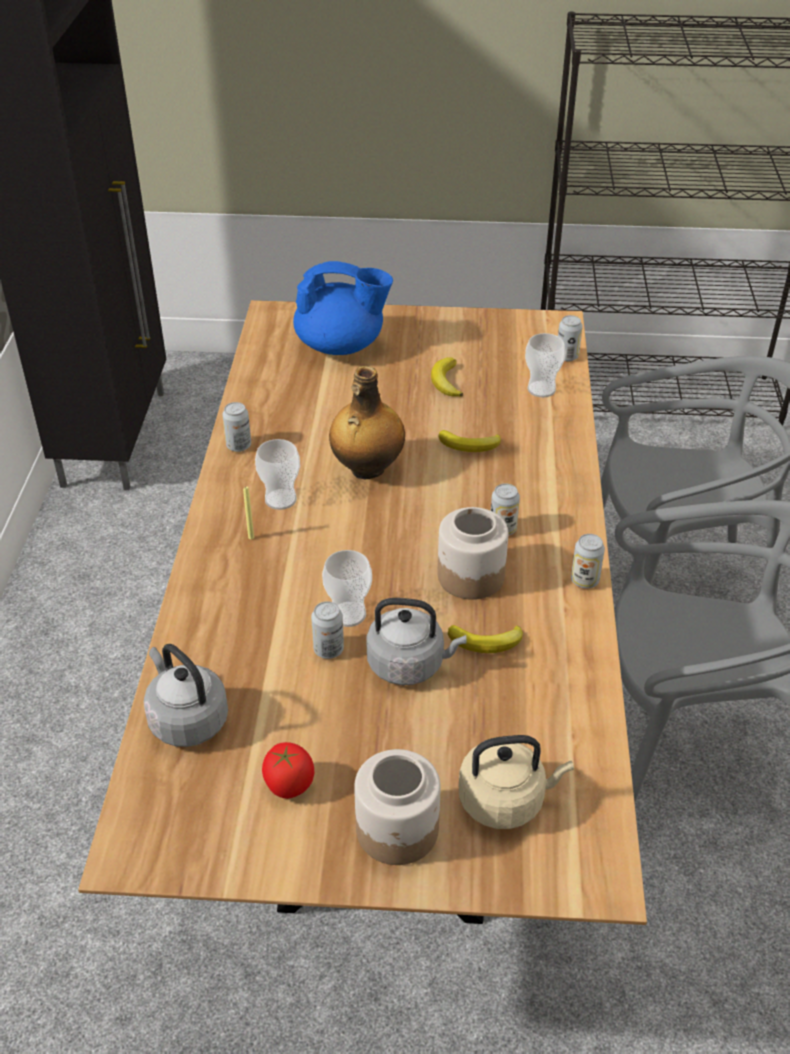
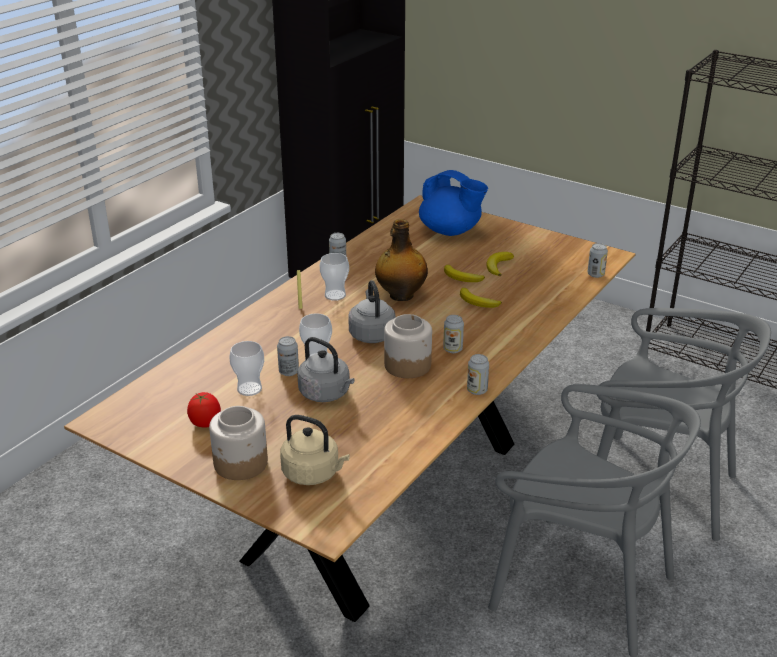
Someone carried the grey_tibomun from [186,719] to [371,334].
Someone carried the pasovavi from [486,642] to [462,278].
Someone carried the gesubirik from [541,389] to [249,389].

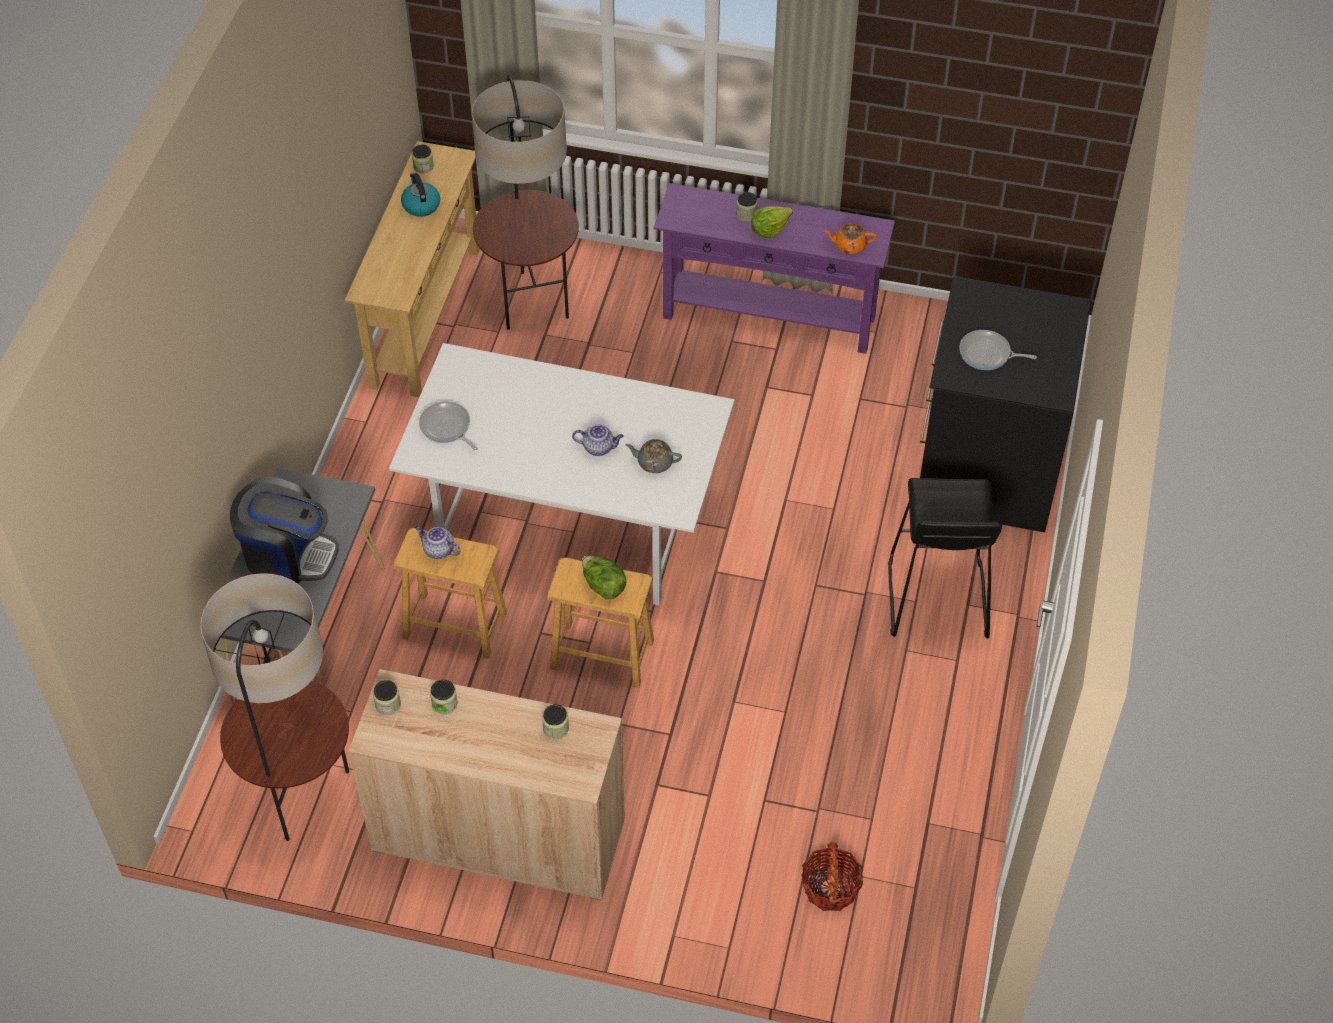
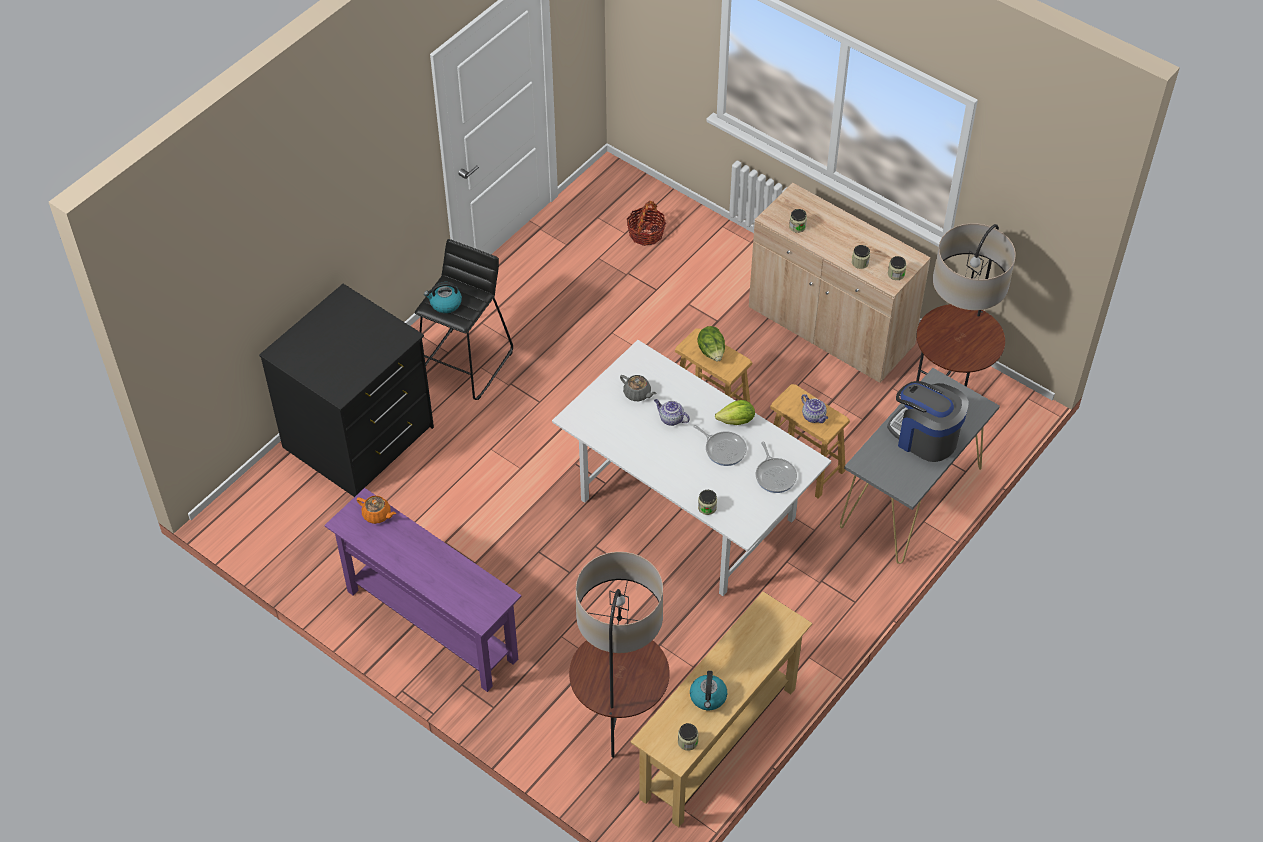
Someone put down the tibomun at [445,304].
Someone carried the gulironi from [746,214] to [707,507].
Someone carried the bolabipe from [769,230] to [736,421].
Someone carried the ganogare from [987,354] to [723,449].

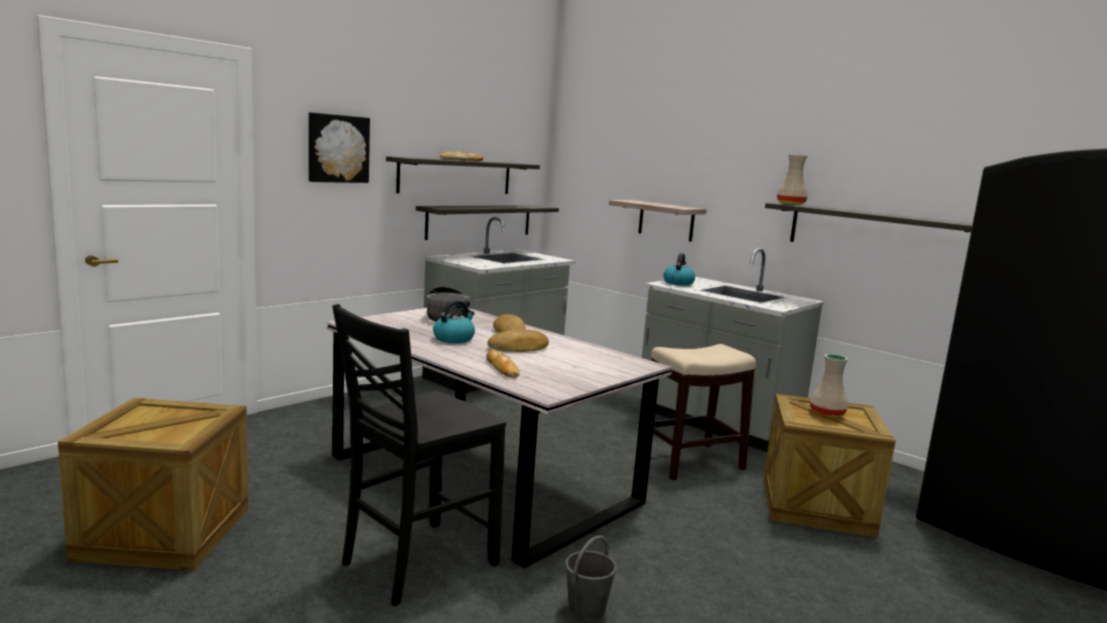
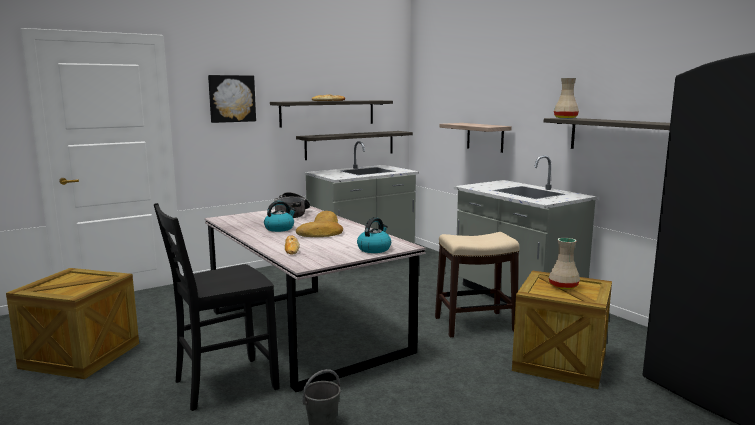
Someone carried the tibomun from [678,283] to [374,249].

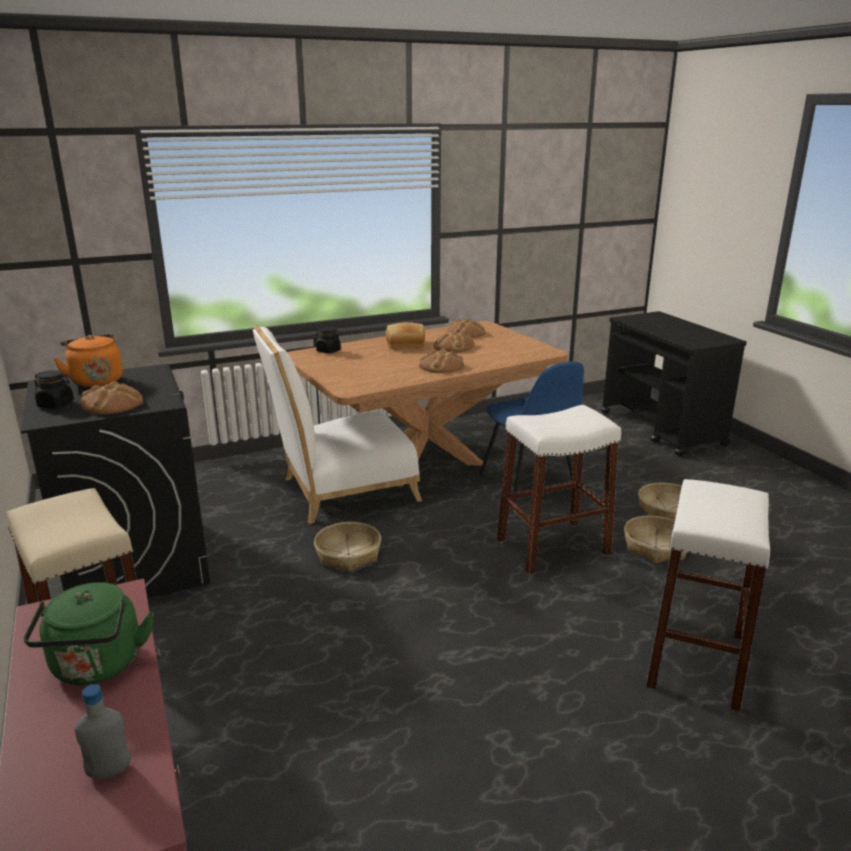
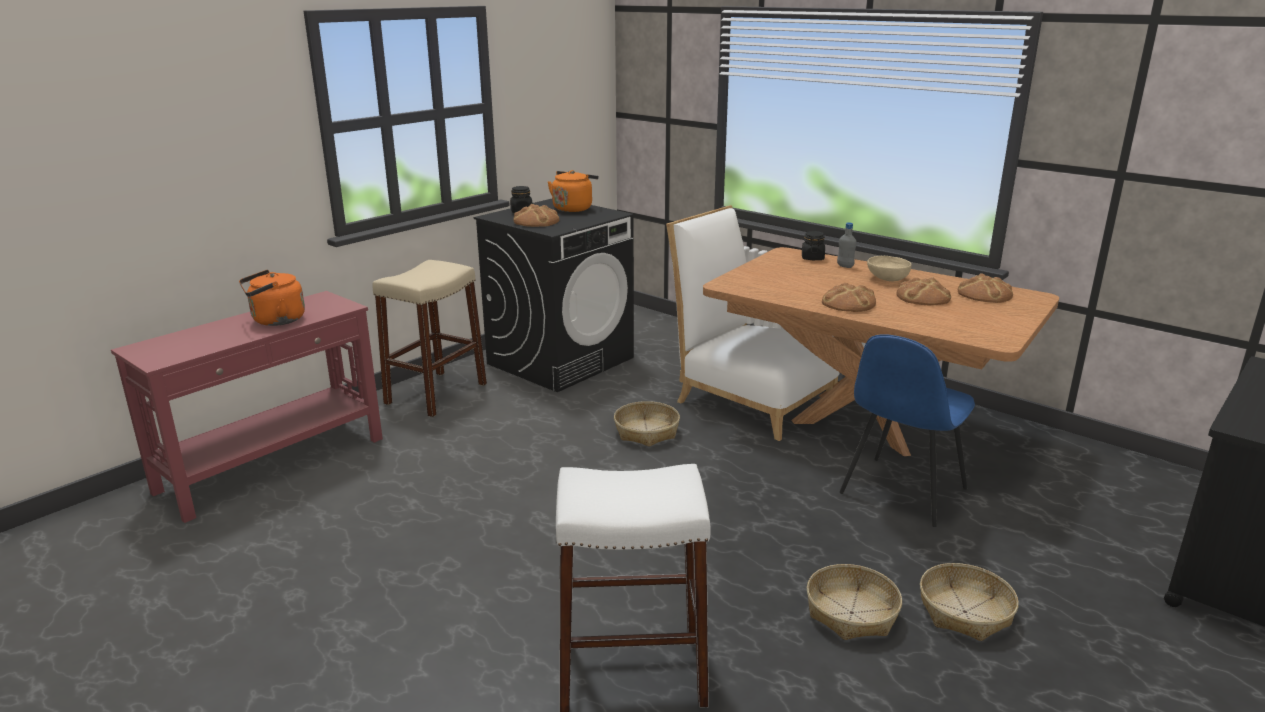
Someone took away the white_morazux at [552,547].
Someone carried the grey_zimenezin from [109,771] to [845,266].
Someone swapped the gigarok at [405,345] for the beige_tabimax at [887,279].
Someone repainted the green_tibomun at [97,667], which became the orange_tibomun at [275,321].

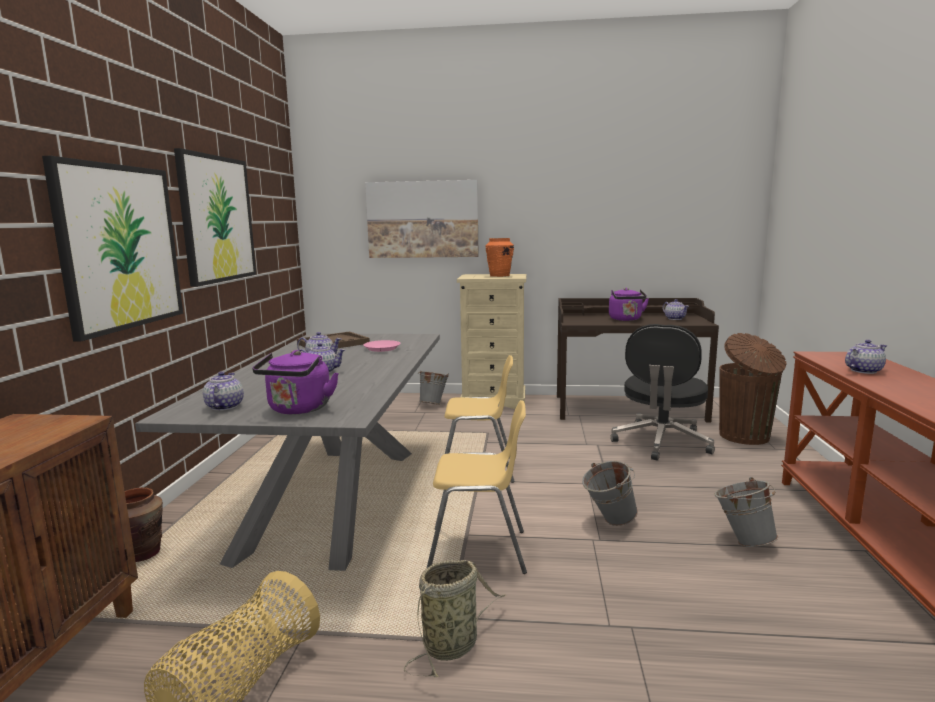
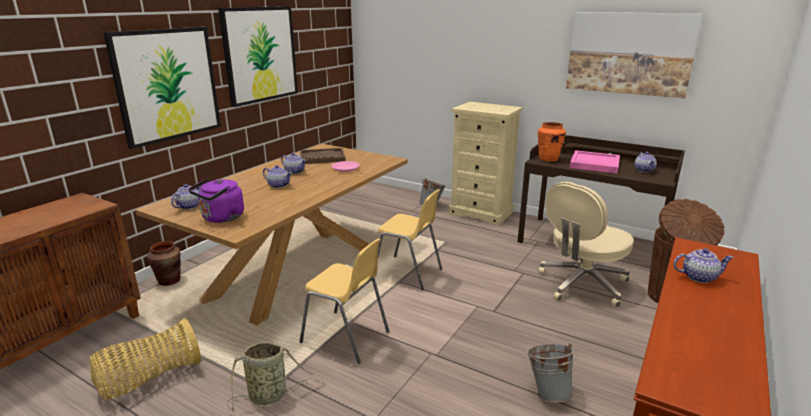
Someone took away the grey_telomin at [608,522].
Someone carried the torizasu from [422,219] to [629,53].
Someone carried the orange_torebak from [499,276] to [548,159].
Someone swapped the purple_tibomun at [626,319] for the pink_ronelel at [594,164].
Someone repainted the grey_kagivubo at [336,498], which became the brown_kagivubo at [297,271].
Someone repainted the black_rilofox at [661,442], which became the beige_rilofox at [582,284].

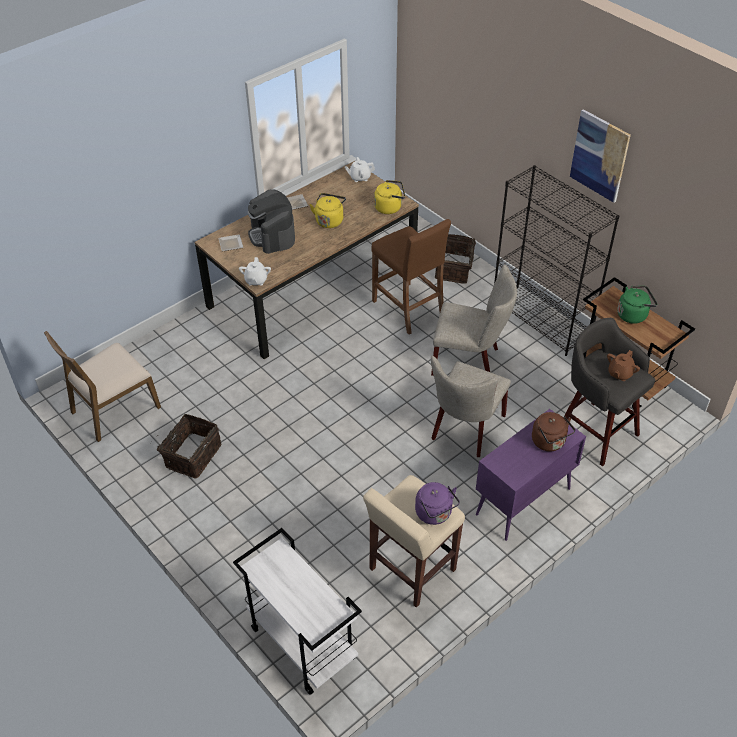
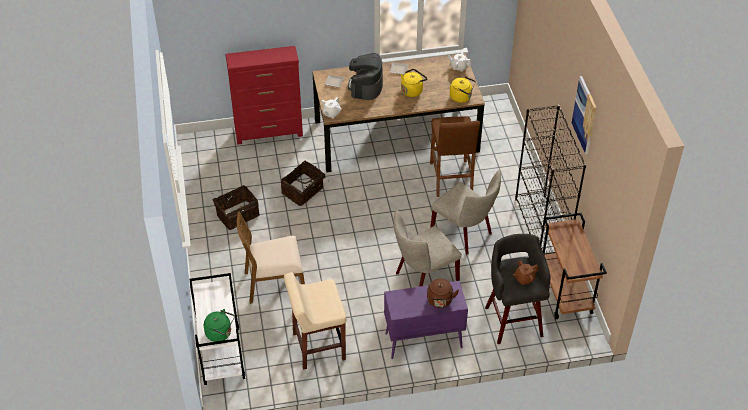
Someone took away the purple_tibomun at [435,514].
Someone put down the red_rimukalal at [269,133].
Someone carried the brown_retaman from [114,409] to [274,283].
Someone carried the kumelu from [454,269] to [303,191].
Someone carried the green_tibomun from [633,314] to [220,333].

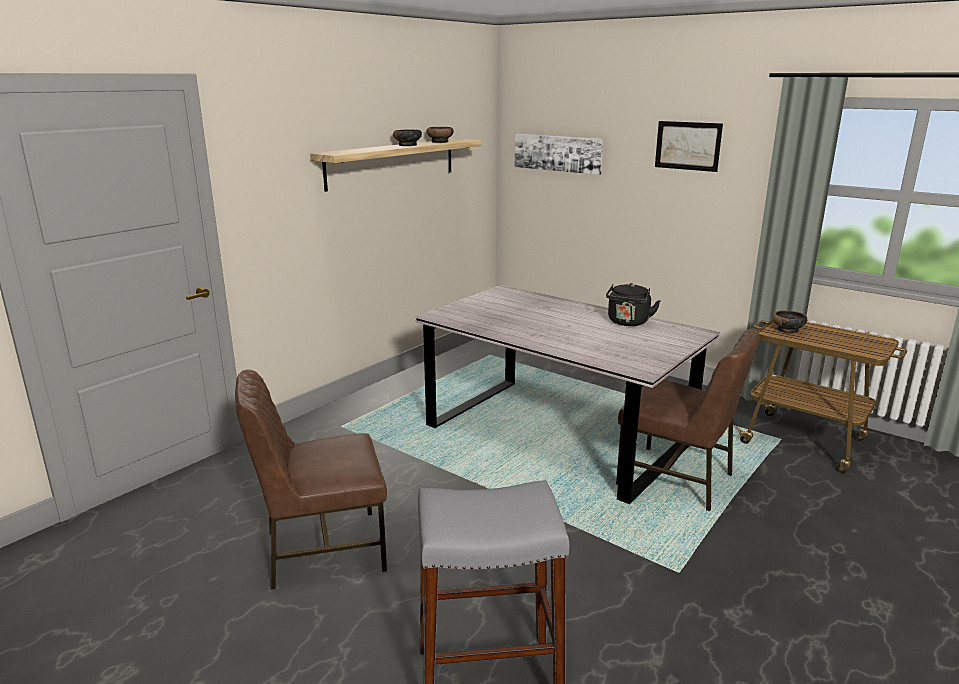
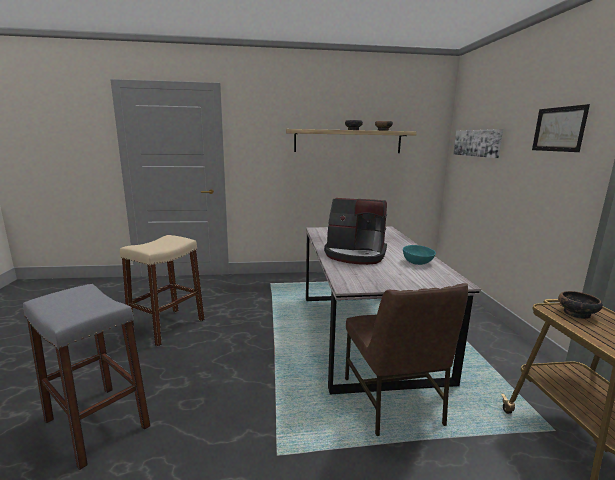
Someone put down the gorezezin at [355,254].
Someone swapped the brown_retaman at [322,549] for the beige_morazux at [168,326].
Someone swapped the black_tibomun at [628,323] for the turquoise_tabimax at [417,262].

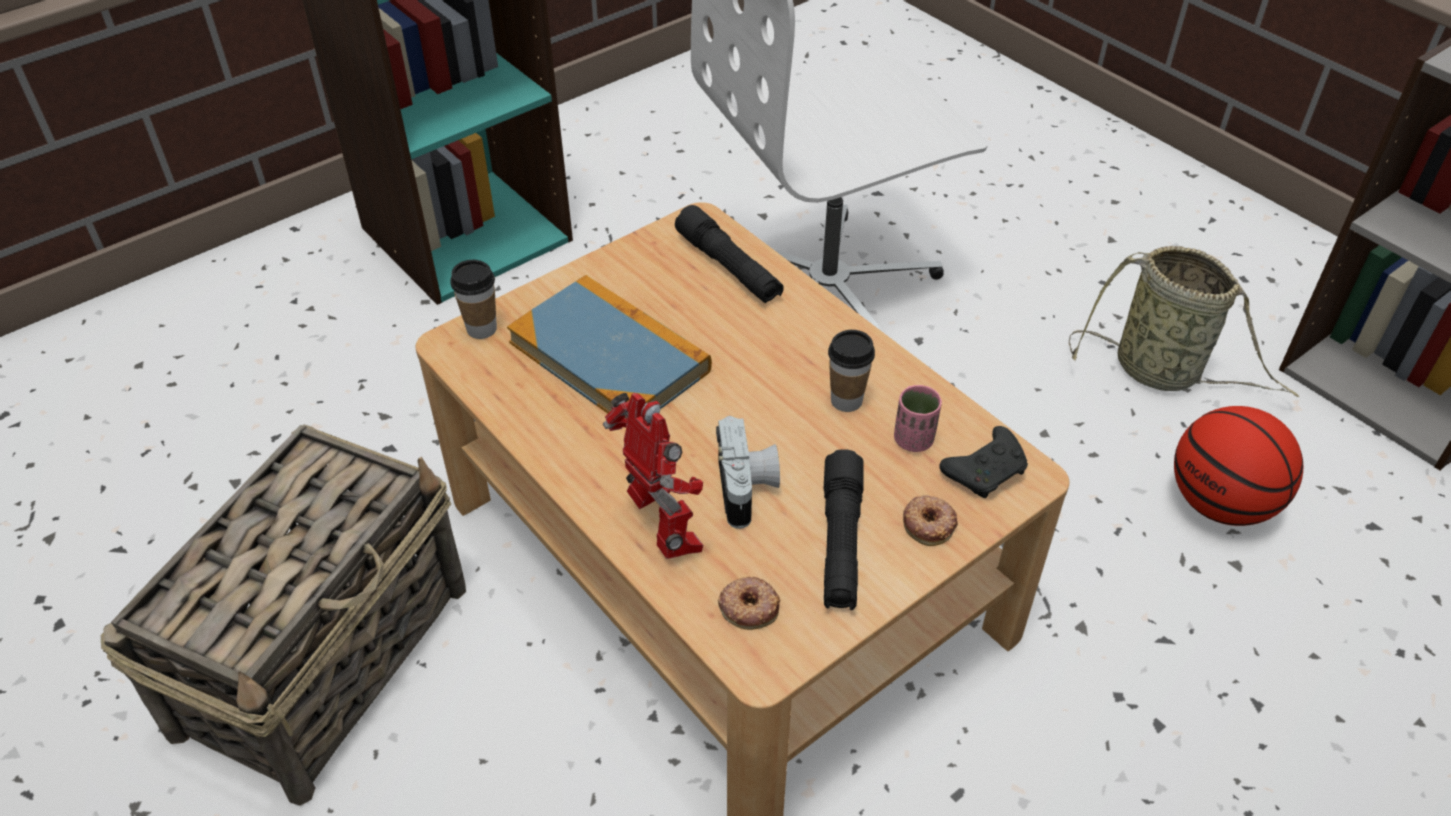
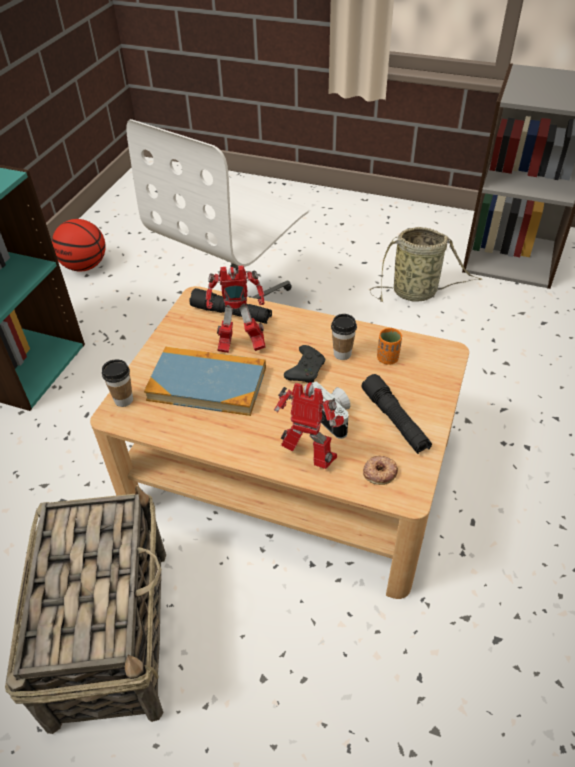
Someone took away the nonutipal at [929,523].
Someone put down the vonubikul at [239,346].
Someone carried the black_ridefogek from [986,471] to [306,370].
Someone carried the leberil from [1220,503] to [85,266].
Someone repainted the pink_gesubirik at [913,440], which became the orange_gesubirik at [387,358].

